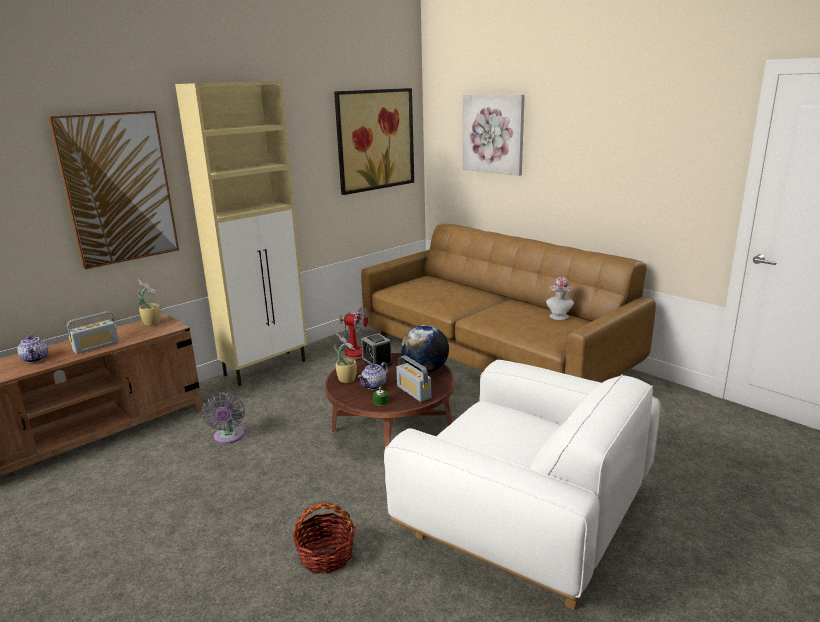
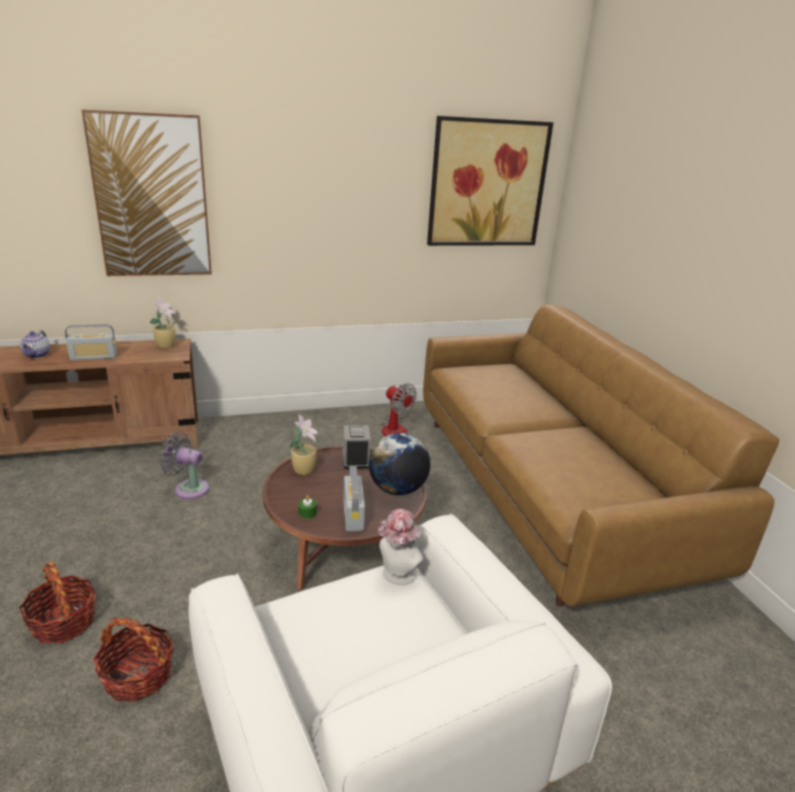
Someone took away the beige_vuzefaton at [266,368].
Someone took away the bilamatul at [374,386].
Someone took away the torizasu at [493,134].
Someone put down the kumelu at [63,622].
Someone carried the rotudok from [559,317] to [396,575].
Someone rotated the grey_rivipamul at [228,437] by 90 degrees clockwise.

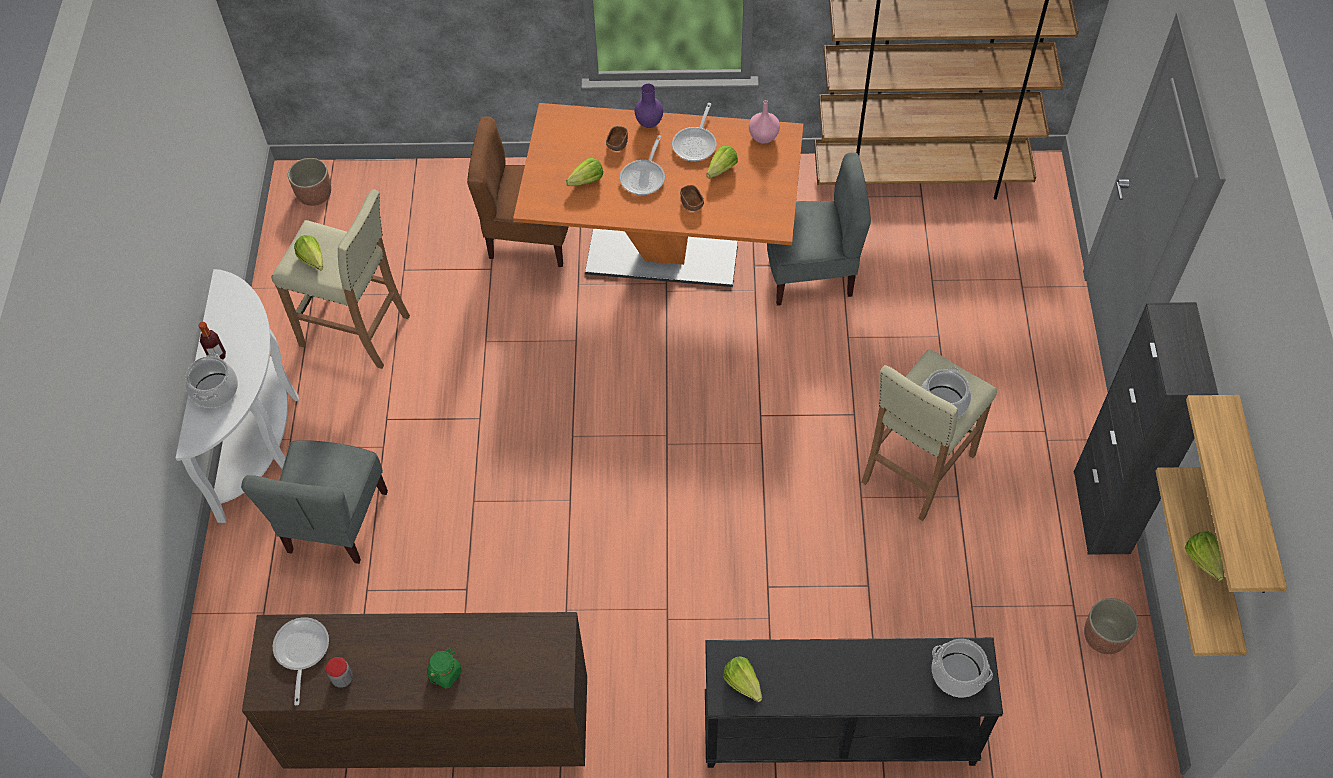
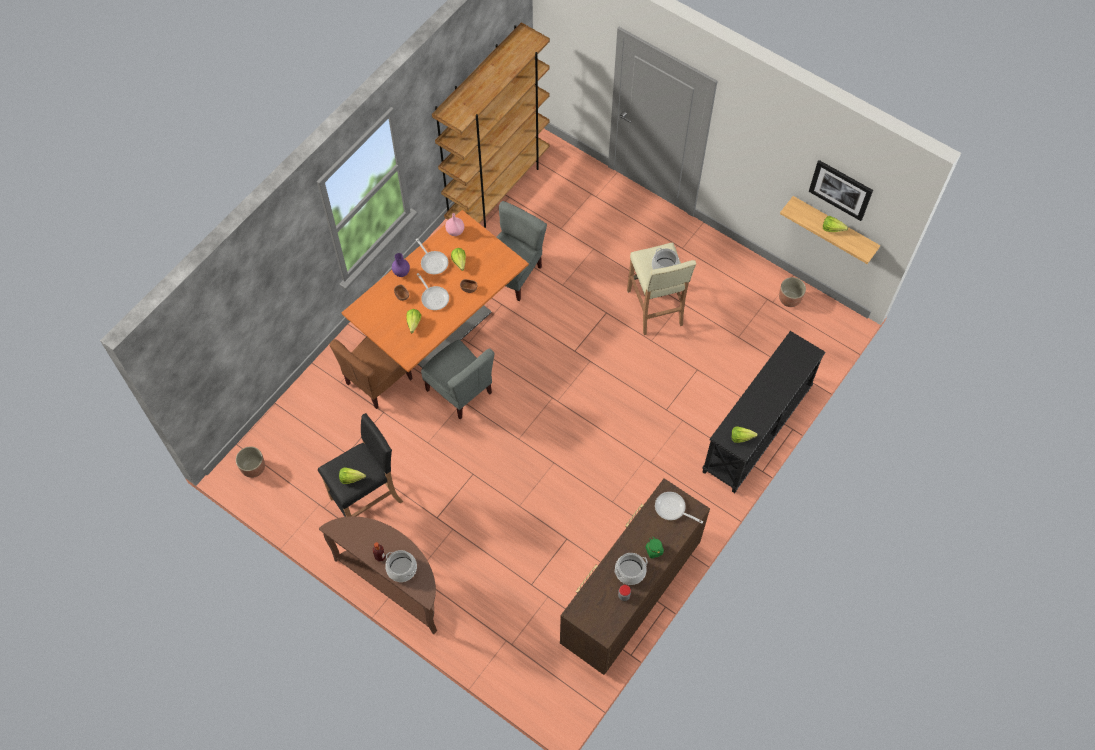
Someone took away the black_vuzefaton at [1101,512].
Someone carried the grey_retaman from [335,522] to [460,391].
Someone carried the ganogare from [301,652] to [672,509].
Someone carried the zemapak from [958,674] to [630,571].
Someone swapped the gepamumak at [1253,500] for the torizasu at [841,189].
Someone repainted the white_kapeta at [261,434], which became the brown_kapeta at [395,583].
Someone repainted the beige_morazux at [356,331], which became the black_morazux at [367,500].

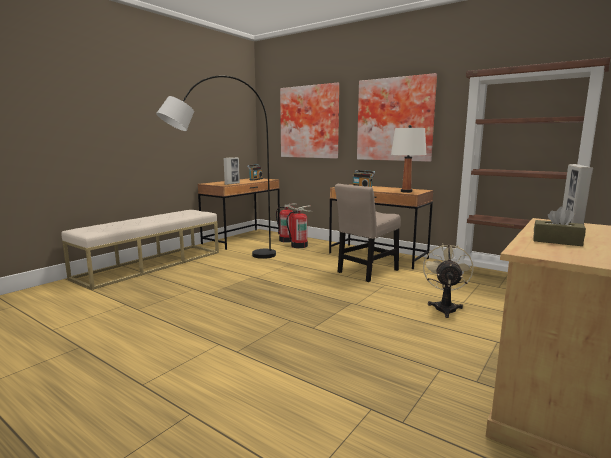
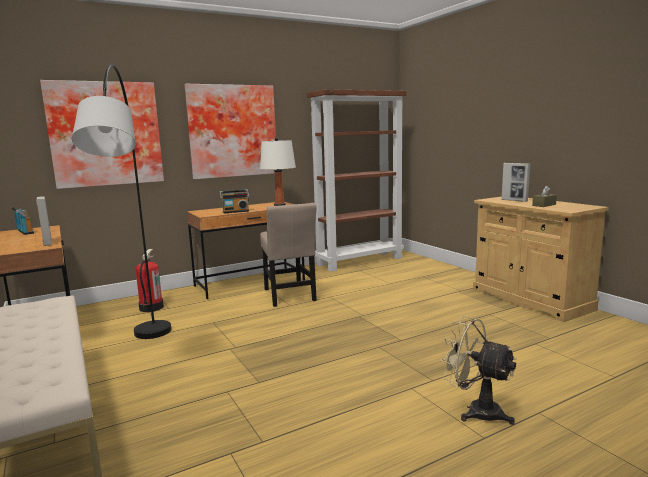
Someone took away the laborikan at [287,240].
Someone carried the beige_rivipamul from [445,307] to [476,410].

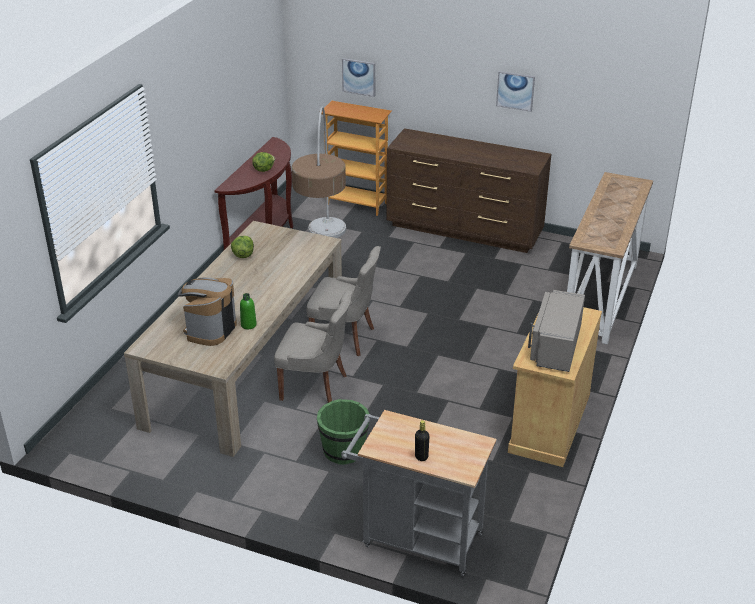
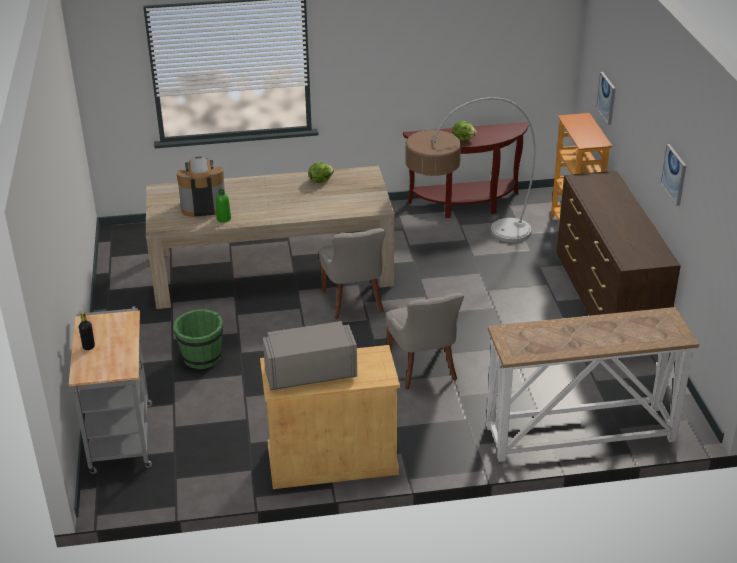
Someone carried the grey_retaman from [315,387] to [423,369].

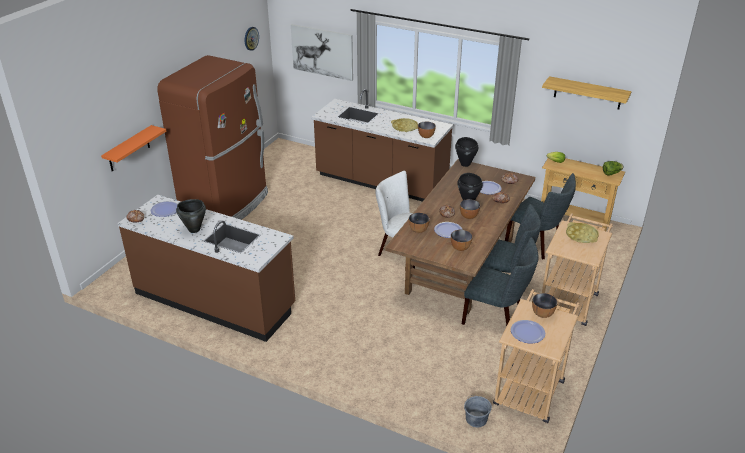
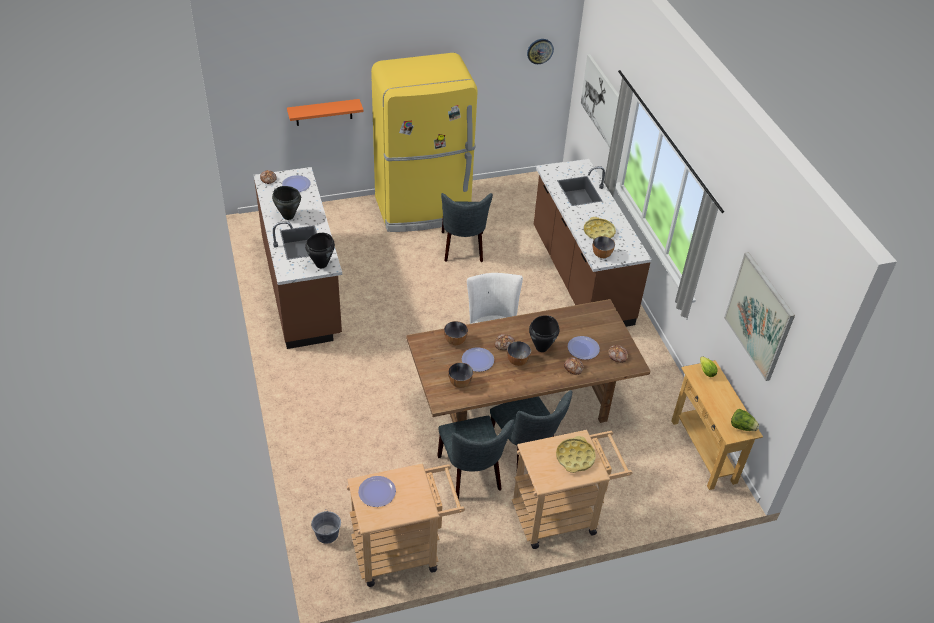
Someone took away the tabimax at [542,314].
Someone carried the black_zemapak from [465,164] to [322,264].
Someone carried the grey_retaman from [536,244] to [463,249].
Someone swapped the gepamumak at [587,93] for the torizasu at [759,316].
Someone repainted the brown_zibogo at [226,205], which became the yellow_zibogo at [423,209].

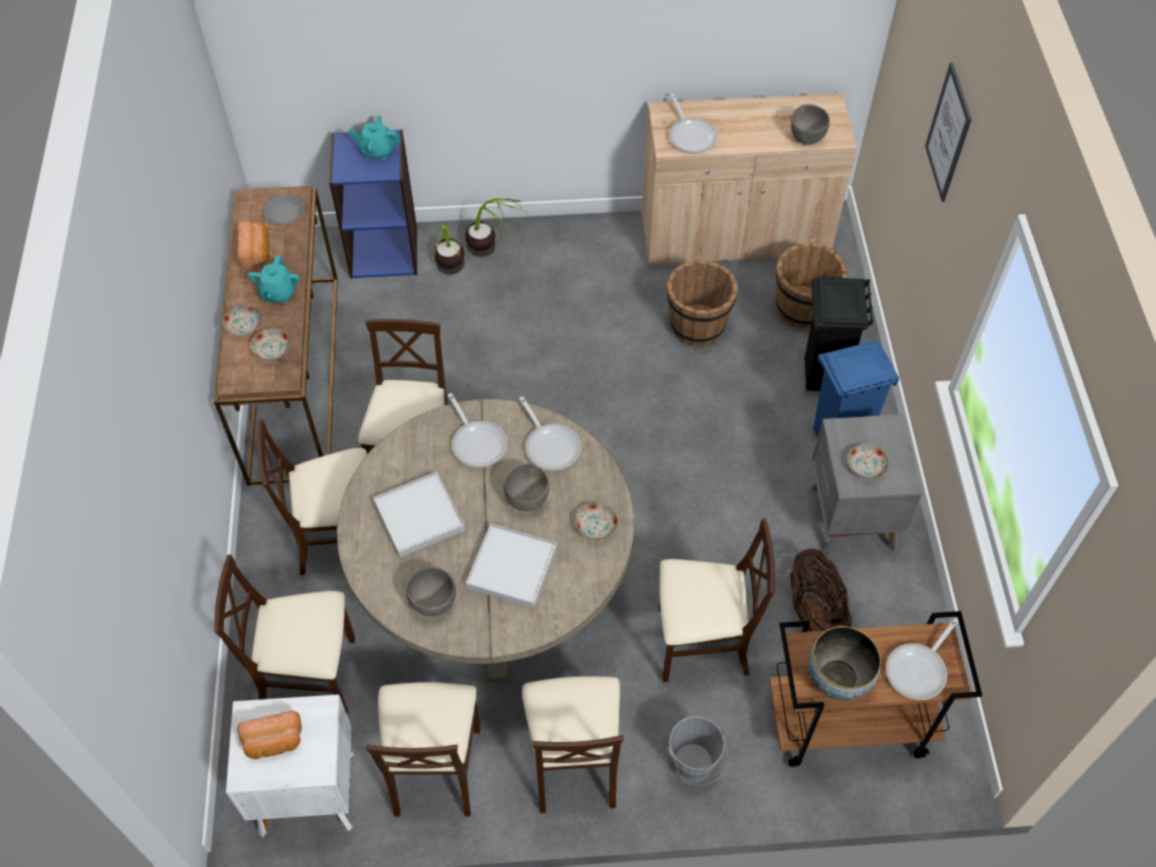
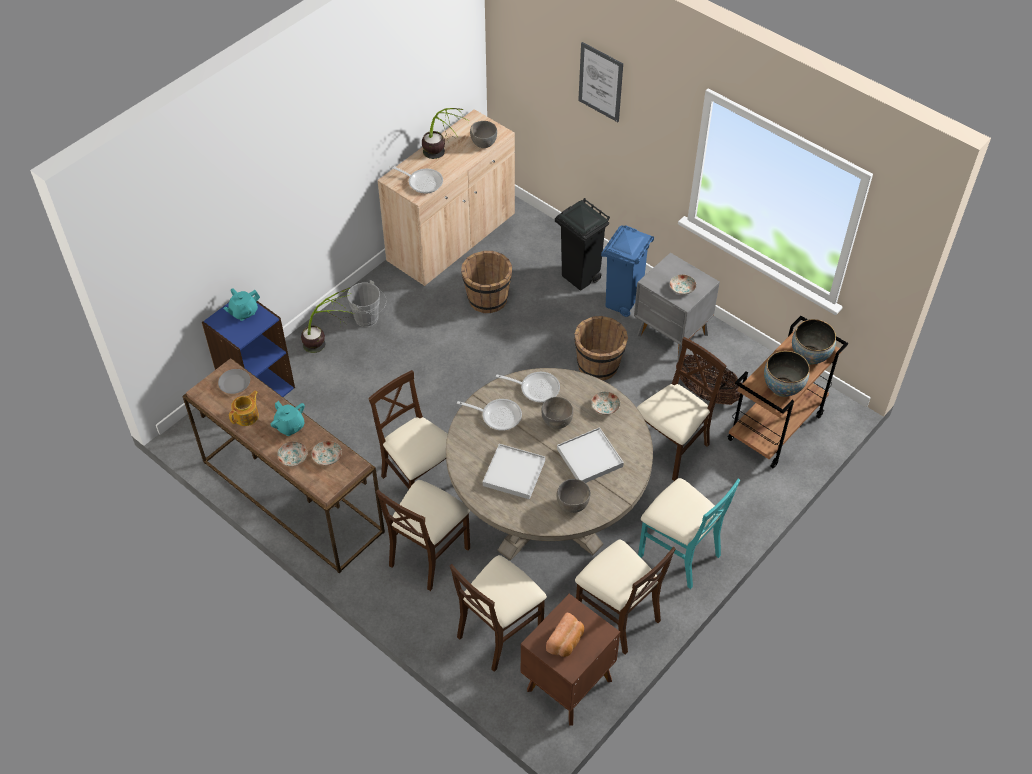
Someone carried the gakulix from [449,277] to [443,158].
Someone carried the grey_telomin from [694,767] to [369,319].
Someone carried the brown_telomin from [803,308] to [598,365].
Someone swapped the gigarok at [256,252] for the bilamatul at [247,416].
Someone swapped the ganogare at [919,670] for the tabimax at [809,356].
Someone repainted the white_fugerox at [306,791], which became the brown_fugerox at [567,685].
Someone repainted the beige_retaman at [574,763], which became the turquoise_retaman at [679,553].

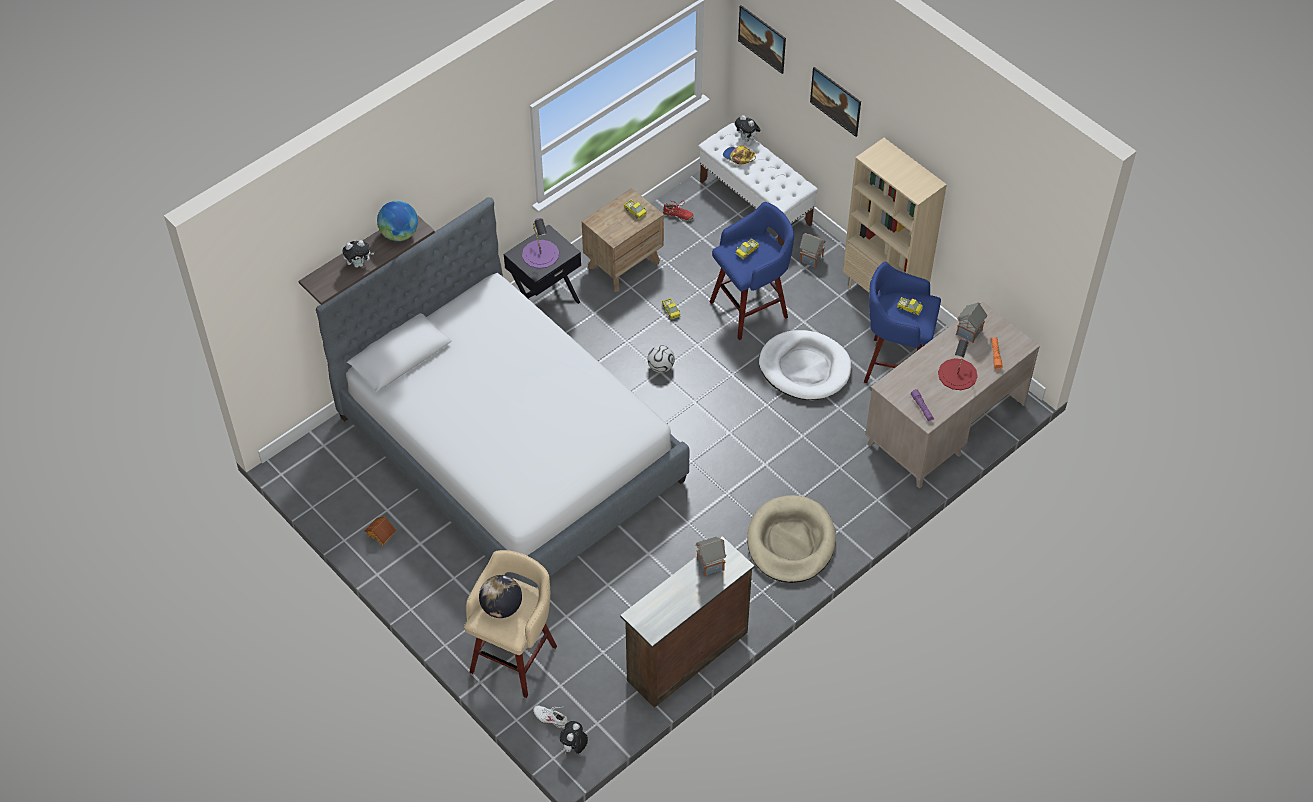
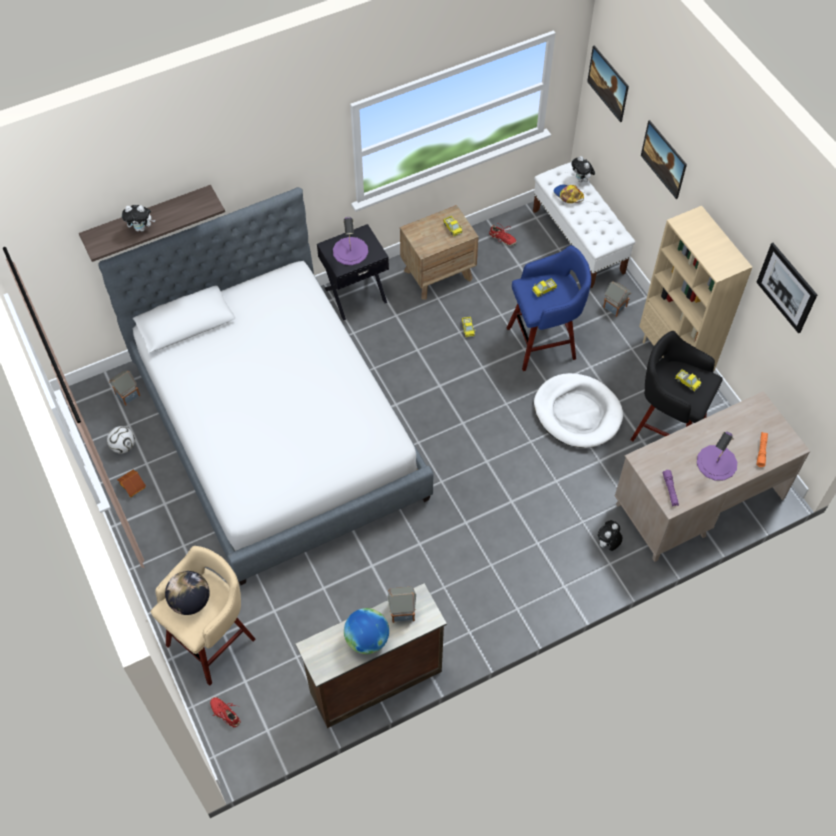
Someone took away the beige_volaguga at [791,542].
Someone put up the torizasu at [786,287].
Someone carried the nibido from [399,234] to [367,639].
Someone carried the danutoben from [574,747] to [607,544].
Someone carried the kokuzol from [660,367] to [123,446].
Someone carried the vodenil from [969,333] to [127,395].
Someone repainted the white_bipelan at [551,718], which became the red_bipelan at [226,713].
Someone repainted the blue_morazux at [895,365], which became the black_morazux at [665,429].
Someone repainted the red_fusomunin at [957,374], which became the purple_fusomunin at [716,463].

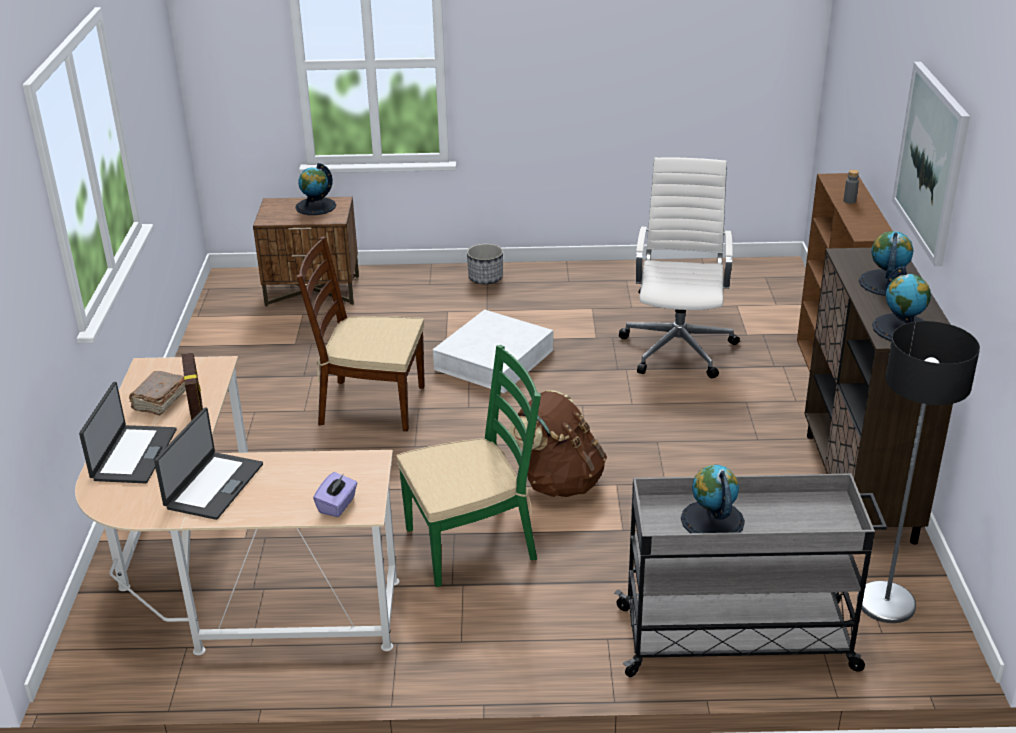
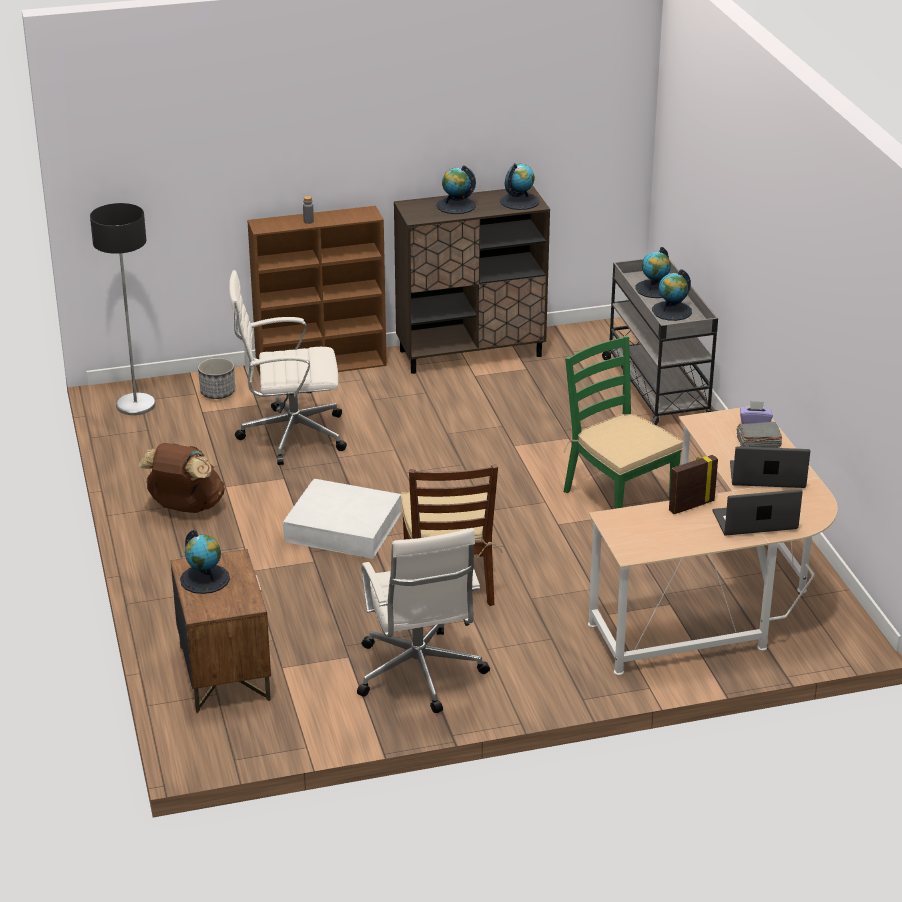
Someone took away the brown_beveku at [159,401].
Someone took away the torizasu at [931,161].
Someone put down the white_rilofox at [419,674].
Someone put down the nibido at [655,289].
Someone put down the grey_beveku at [757,443].
Someone carried the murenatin from [485,279] to [218,392].
Someone carried the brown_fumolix from [559,482] to [185,507].
Someone carried the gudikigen from [886,602] to [135,405].

